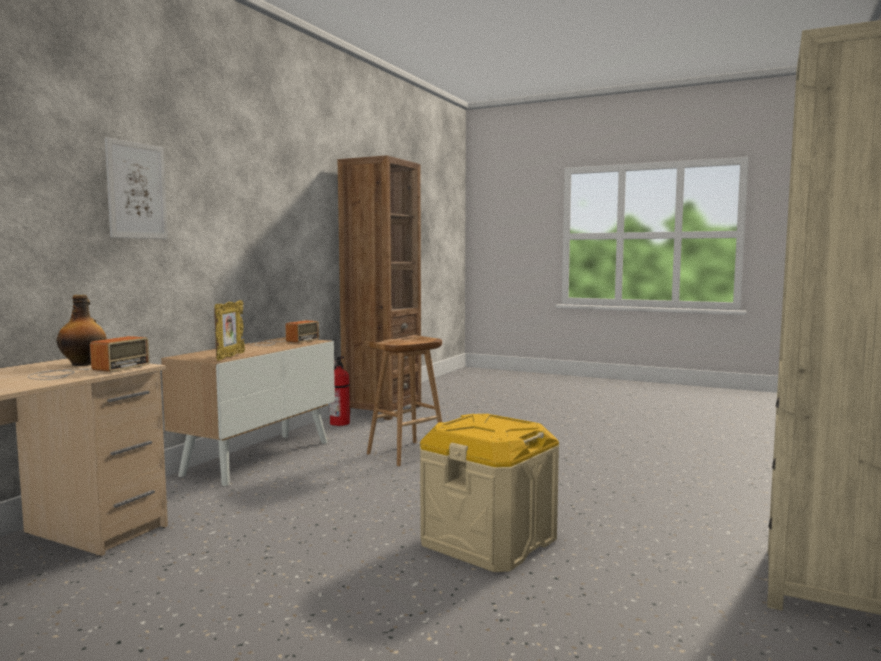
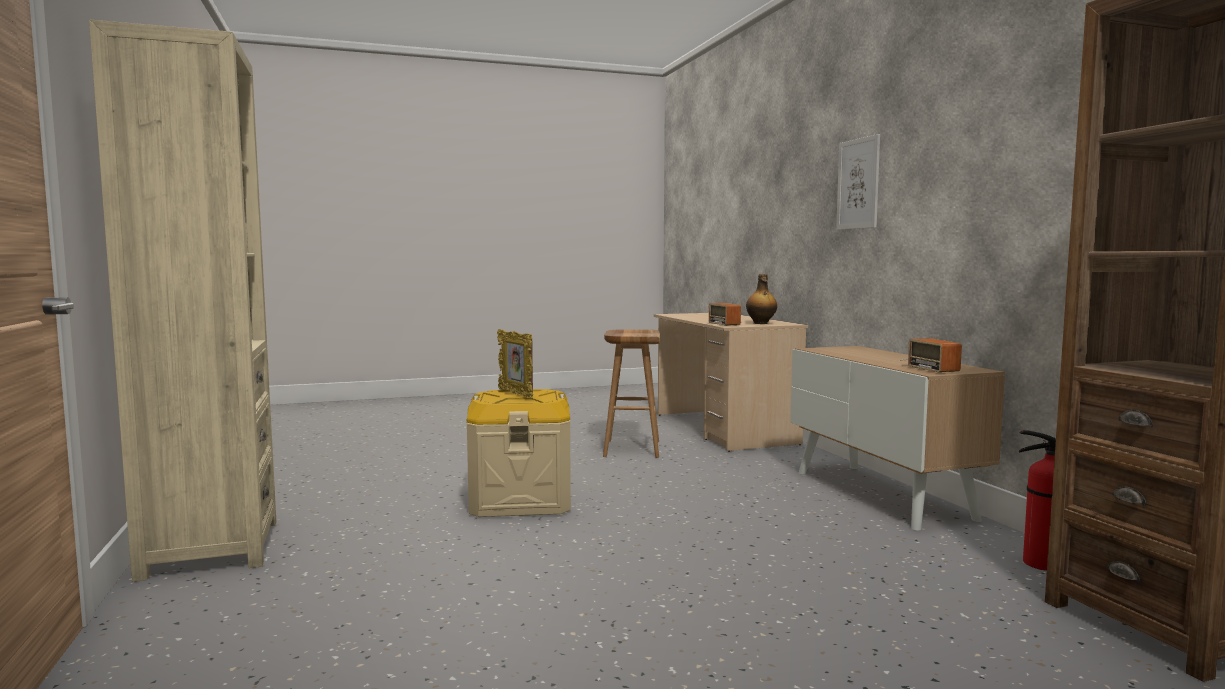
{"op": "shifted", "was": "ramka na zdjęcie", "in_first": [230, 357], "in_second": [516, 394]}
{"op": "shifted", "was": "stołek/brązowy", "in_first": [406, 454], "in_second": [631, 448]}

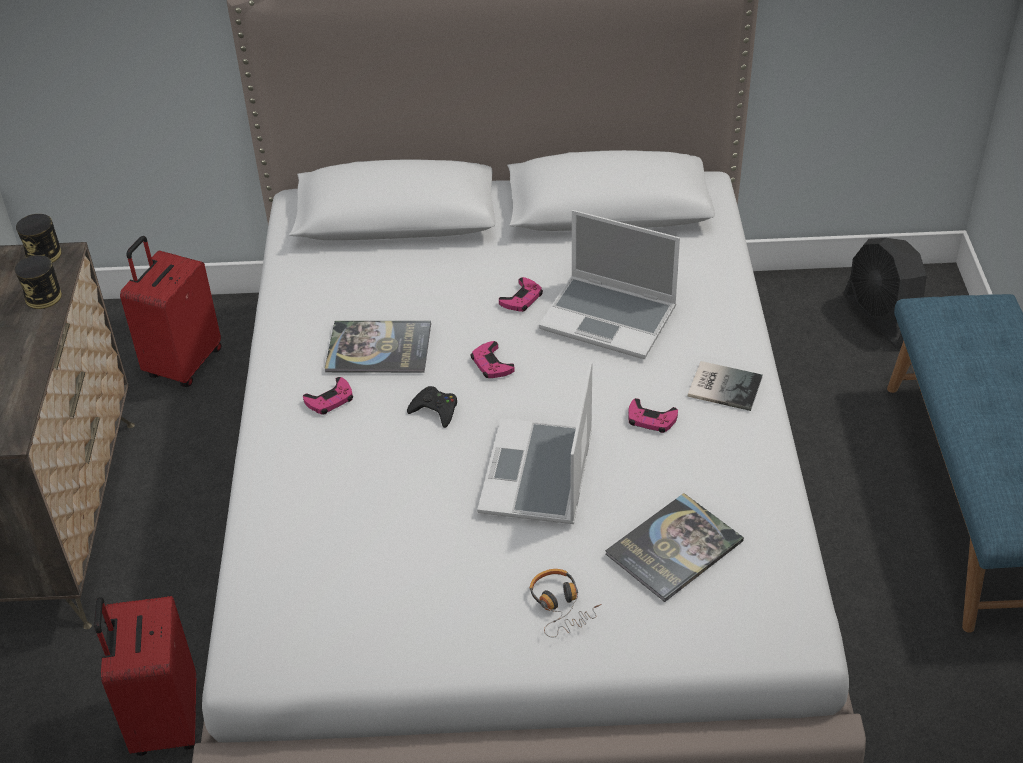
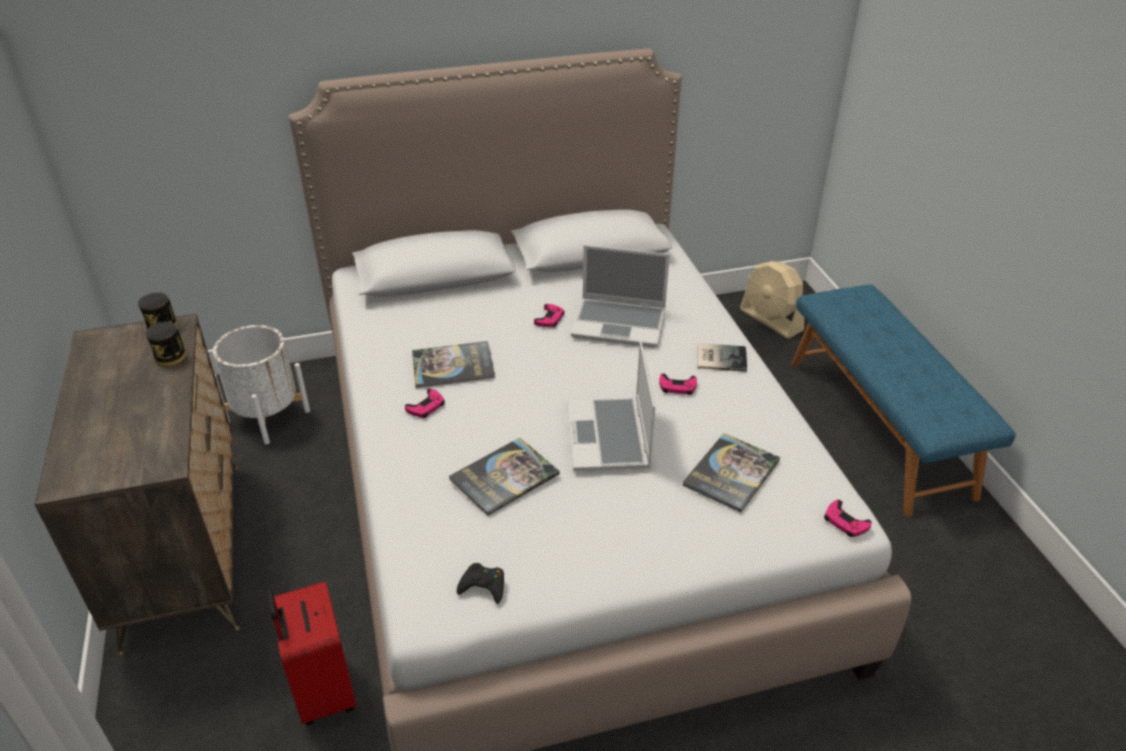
{"op": "swapped", "was": "walizka/czerwony", "now": "donica/biały", "in_first": [183, 363], "in_second": [267, 416]}
{"op": "shifted", "was": "pad do gier/czarny", "in_first": [435, 410], "in_second": [483, 586]}
{"op": "shifted", "was": "pad do gier/różowy", "in_first": [491, 364], "in_second": [845, 522]}
{"op": "gone", "was": "słuchawki", "in_first": [561, 606]}
{"op": "repainted", "was": "wentylator/czarny", "now": "wentylator/beżowy", "in_first": [882, 318], "in_second": [771, 320]}
{"op": "new", "now": "książka", "in_second": [504, 477]}

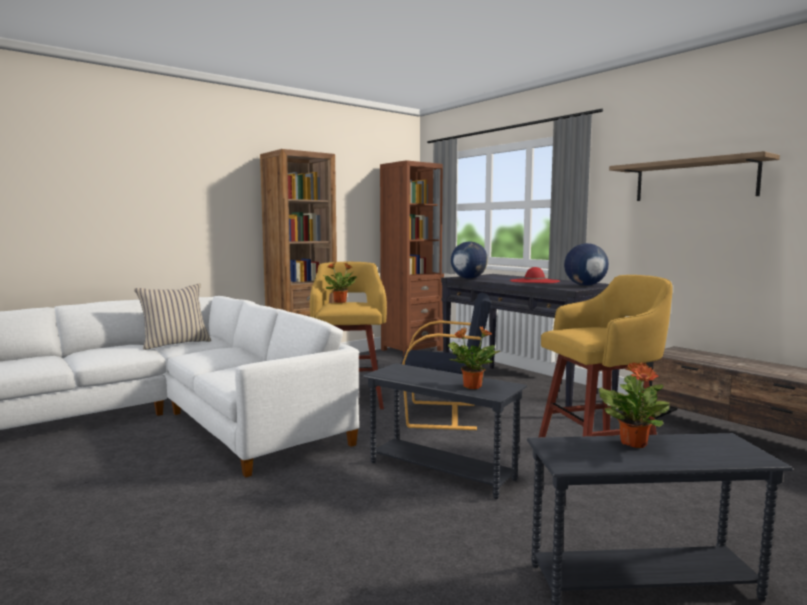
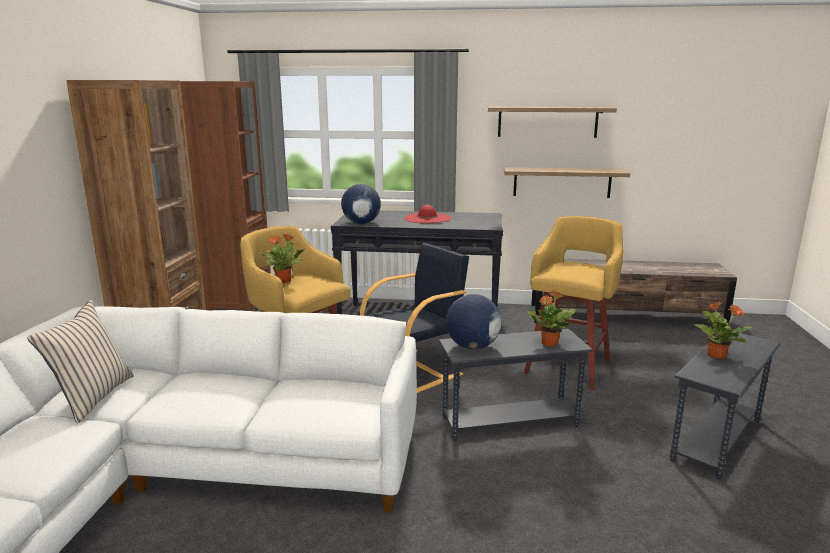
{"op": "shifted", "was": "globus", "in_first": [585, 285], "in_second": [472, 347]}
{"op": "new", "now": "półka", "in_second": [562, 182]}

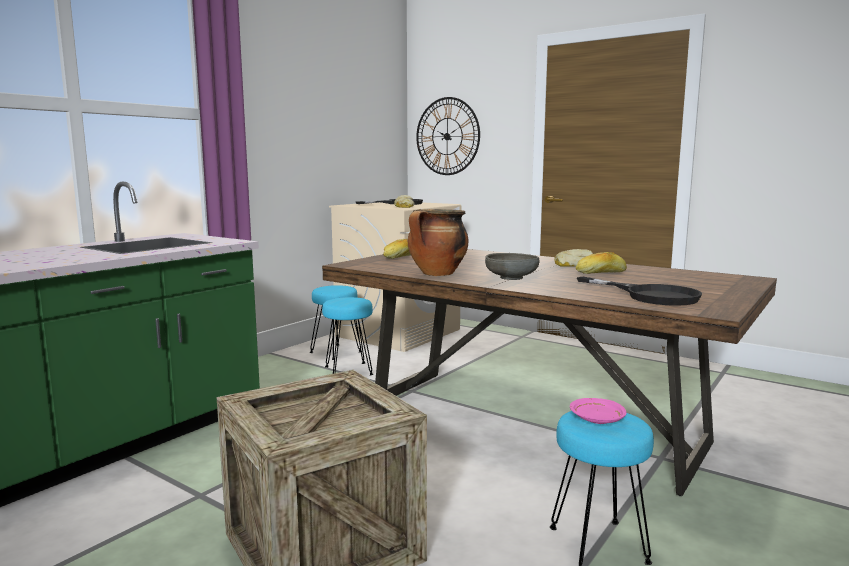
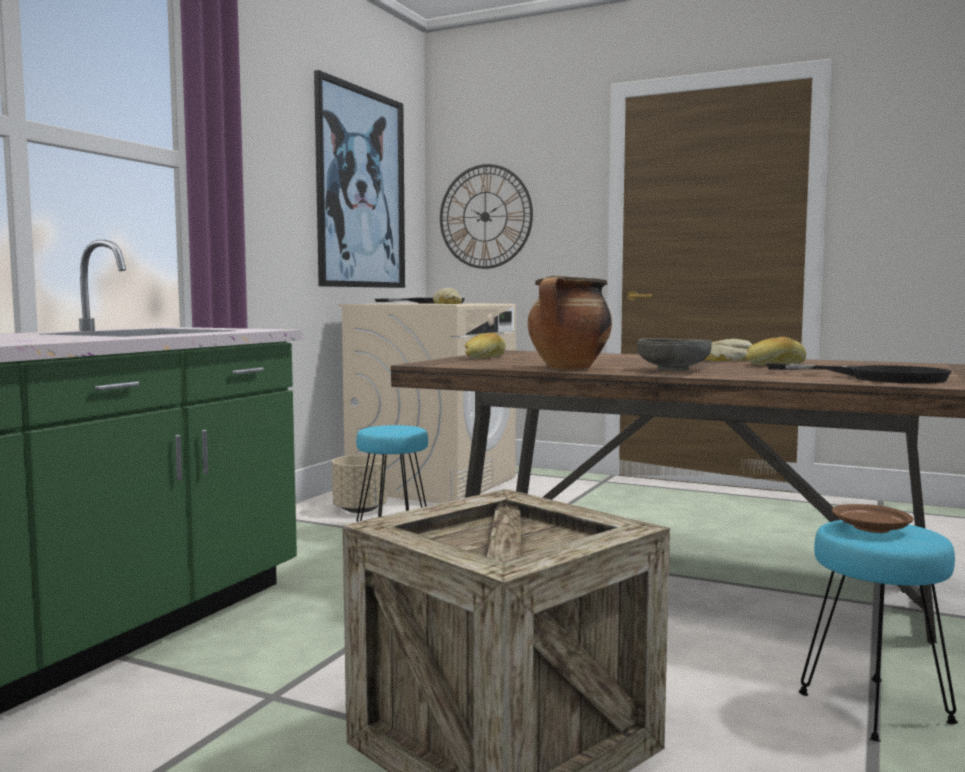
{"op": "swapped", "was": "stołek/turkusowy", "now": "donica/beżowy", "in_first": [336, 352], "in_second": [360, 510]}
{"op": "repainted", "was": "talerz/różowy", "now": "talerz/brązowy", "in_first": [597, 419], "in_second": [871, 529]}
{"op": "new", "now": "obraz", "in_second": [361, 189]}

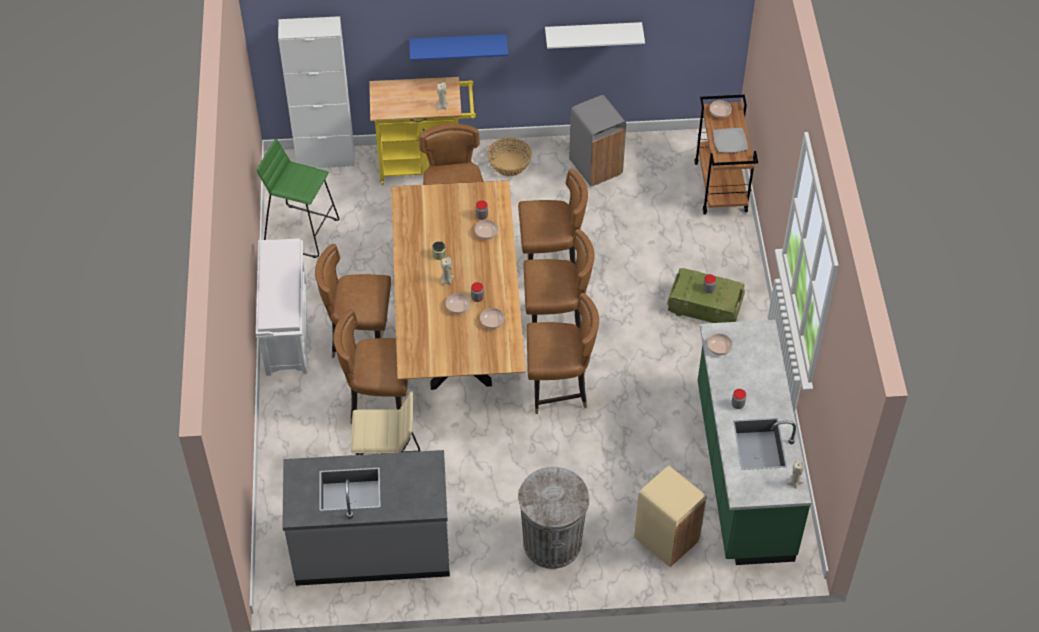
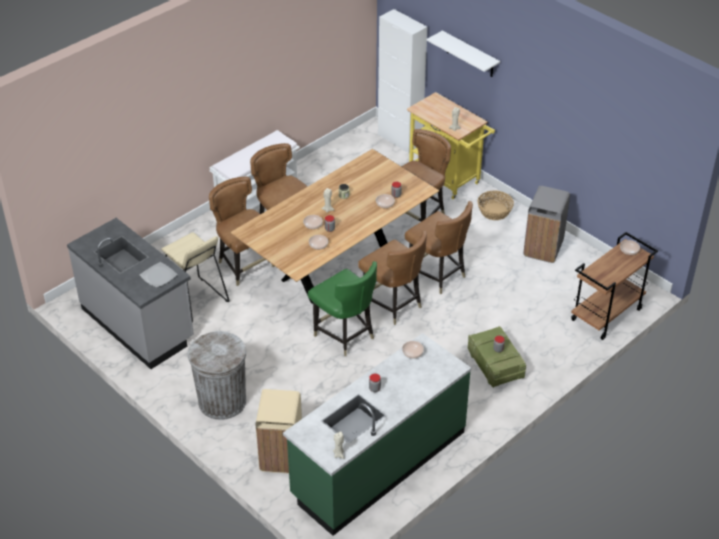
{"op": "gone", "was": "stołek/zielony", "in_first": [302, 231]}
{"op": "gone", "was": "półka/niebieski", "in_first": [458, 46]}
{"op": "repainted", "was": "krzesło/brązowy", "now": "krzesło/zielony", "in_first": [559, 389], "in_second": [345, 335]}
{"op": "shifted", "was": "półka/biały", "in_first": [593, 34], "in_second": [470, 55]}
{"op": "shifted", "was": "talerz", "in_first": [730, 141], "in_second": [159, 276]}

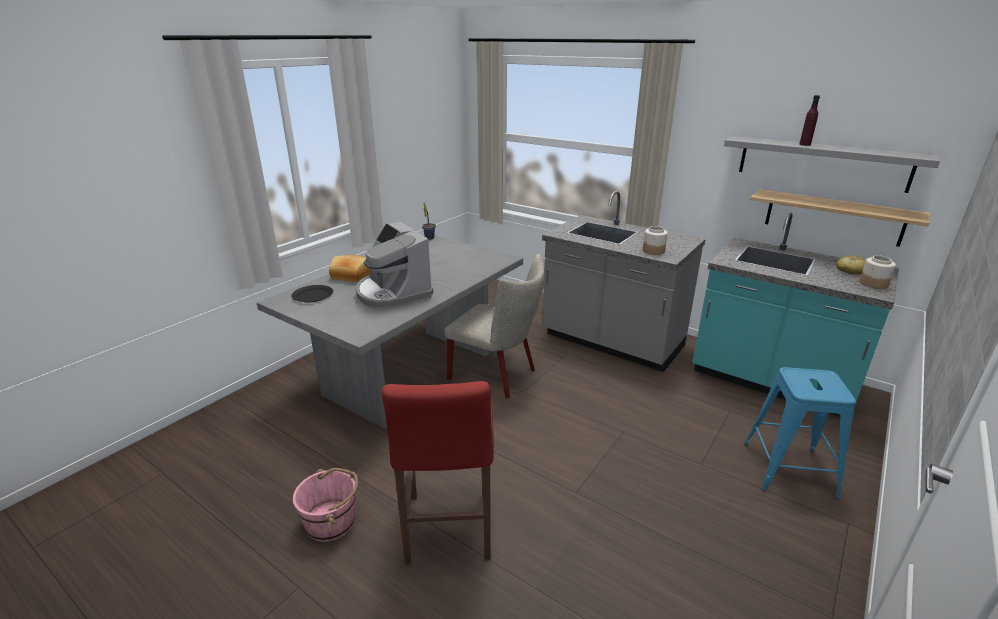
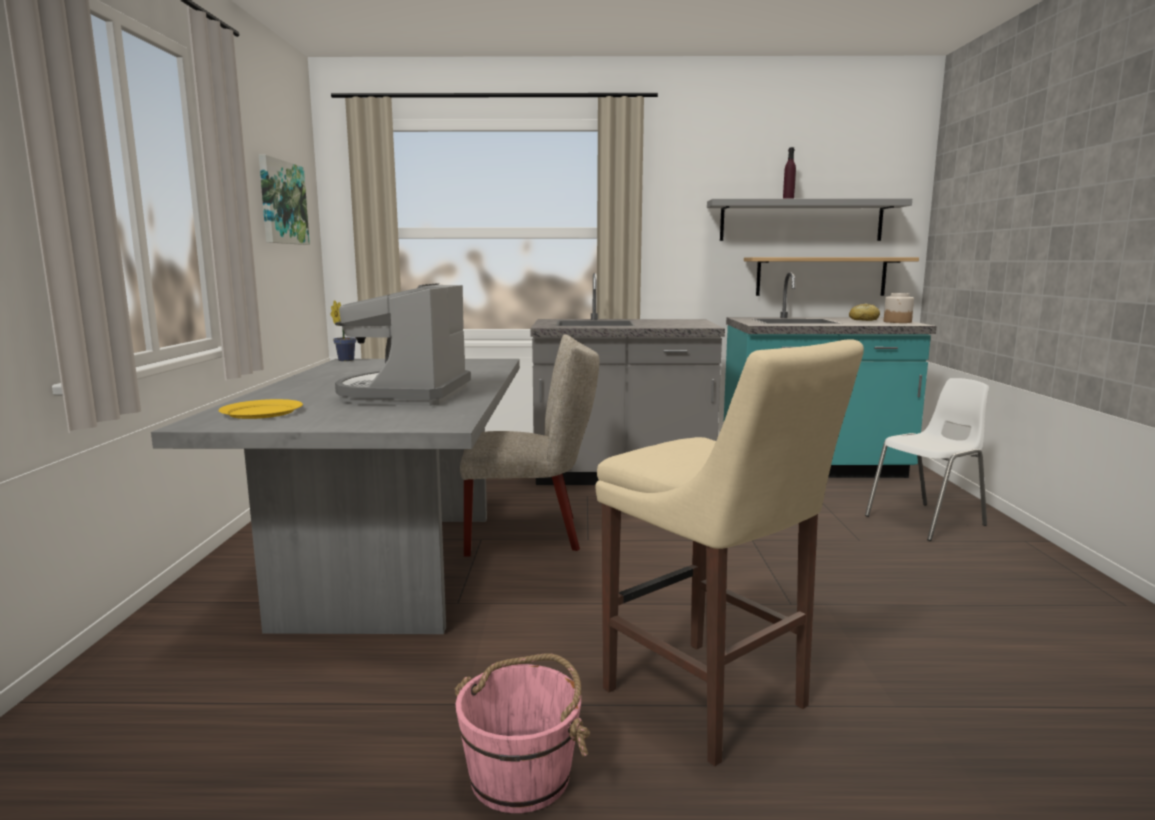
{"op": "repainted", "was": "talerz/czarny", "now": "talerz/żółty", "in_first": [313, 295], "in_second": [262, 412]}
{"op": "gone", "was": "chleb", "in_first": [351, 276]}
{"op": "rotated", "was": "ekspres do kawy", "in_first": [393, 293], "in_second": [405, 394], "clockwise": 75}
{"op": "repainted", "was": "stołek/czerwony", "now": "stołek/beżowy", "in_first": [447, 531], "in_second": [711, 702]}
{"op": "gone", "was": "słoik", "in_first": [653, 251]}
{"op": "swapped", "was": "stołek/niebieski", "now": "krzesło/biały", "in_first": [788, 469], "in_second": [927, 521]}
{"op": "new", "now": "obraz", "in_second": [281, 202]}

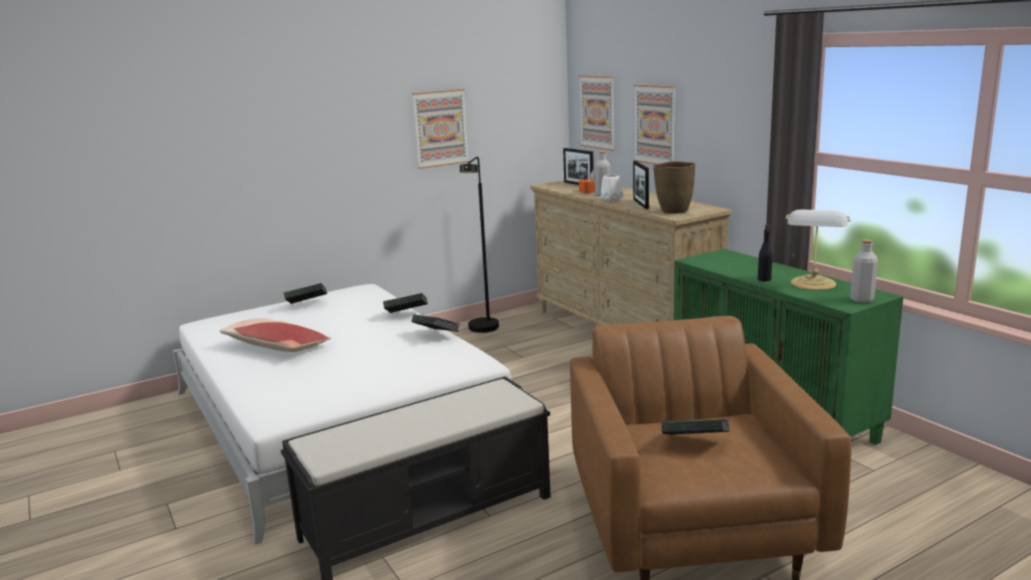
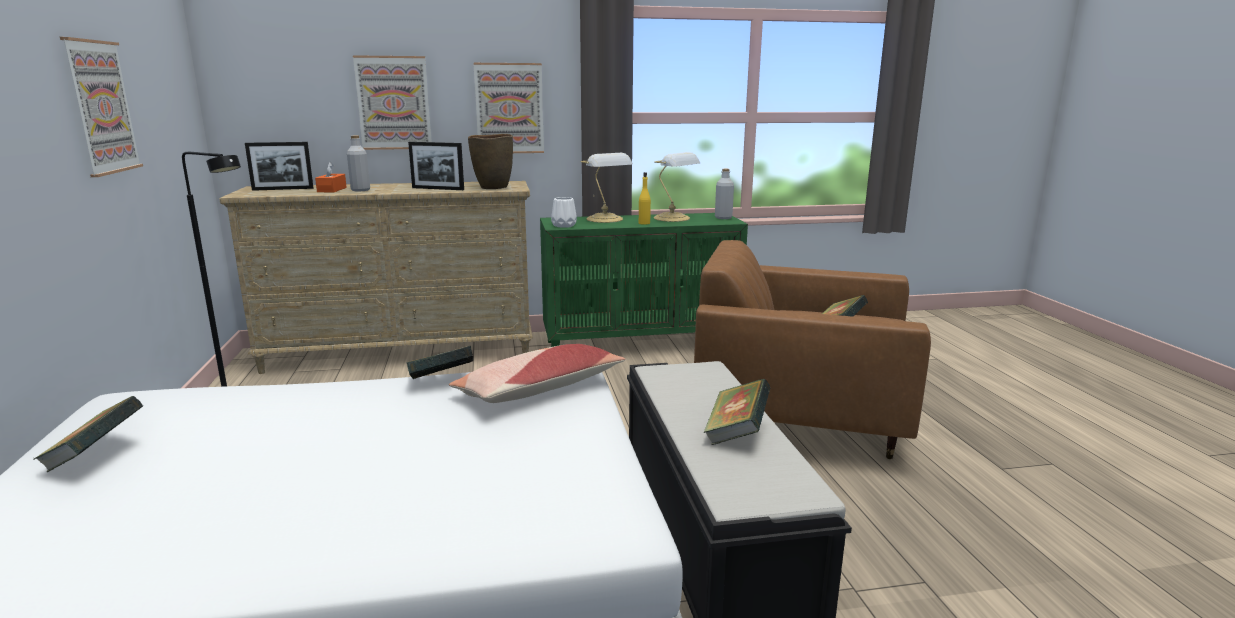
{"op": "shifted", "was": "poduszka", "in_first": [275, 346], "in_second": [539, 389]}
{"op": "shifted", "was": "książka", "in_first": [406, 315], "in_second": [736, 433]}
{"op": "shifted", "was": "obraz", "in_first": [598, 112], "in_second": [509, 108]}
{"op": "shifted", "was": "wazon/biały", "in_first": [611, 199], "in_second": [564, 225]}
{"op": "repainted", "was": "butelka/czarny", "now": "butelka/żółty", "in_first": [764, 279], "in_second": [644, 223]}
{"op": "new", "now": "lampa stołowa", "in_second": [606, 219]}

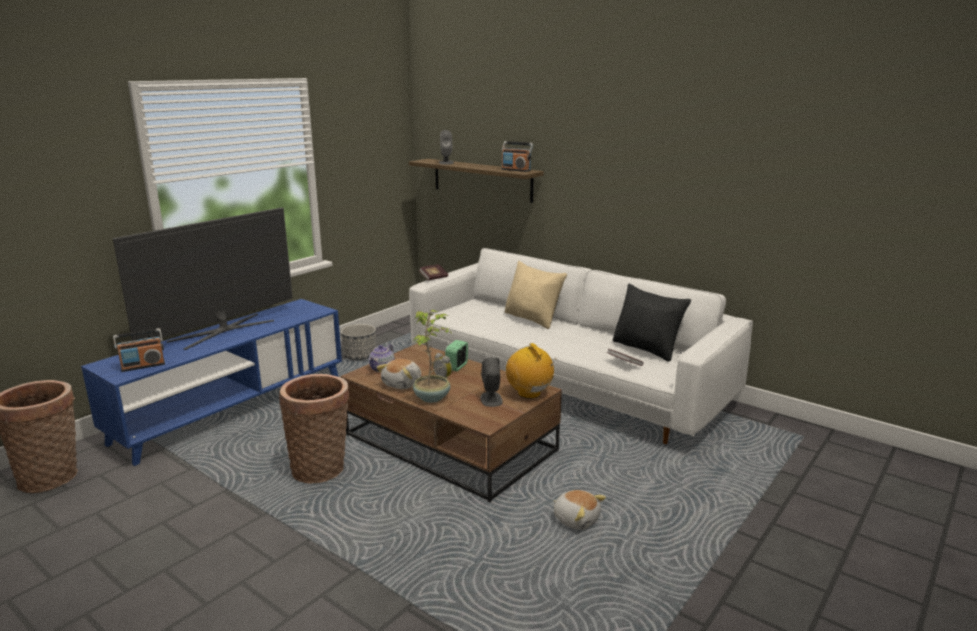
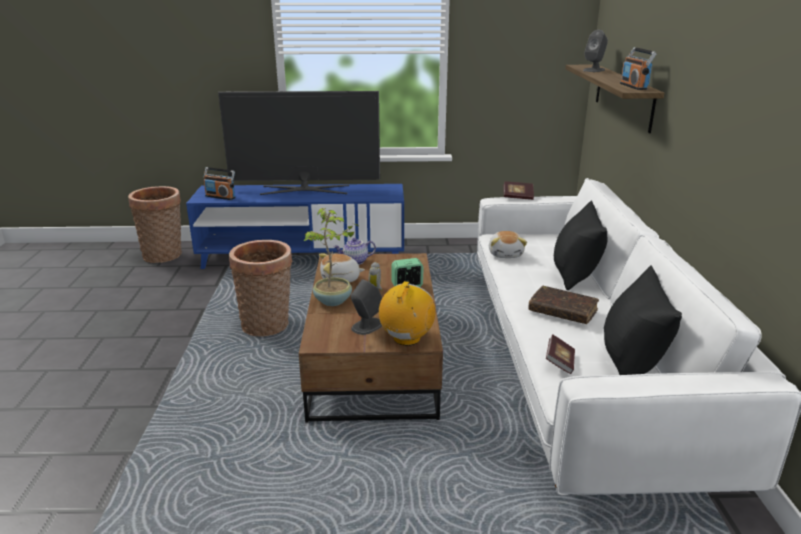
{"op": "gone", "was": "donica", "in_first": [360, 356]}
{"op": "repainted", "was": "poduszka/beżowy", "now": "poduszka/czarny", "in_first": [533, 319], "in_second": [575, 274]}
{"op": "shifted", "was": "pluszak", "in_first": [576, 519], "in_second": [506, 254]}
{"op": "new", "now": "książka/brązowy", "in_second": [562, 311]}

